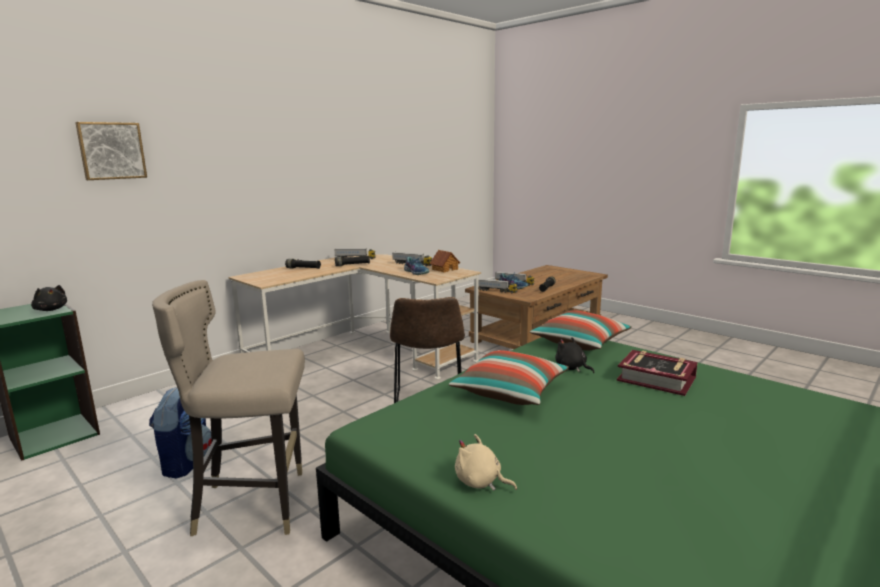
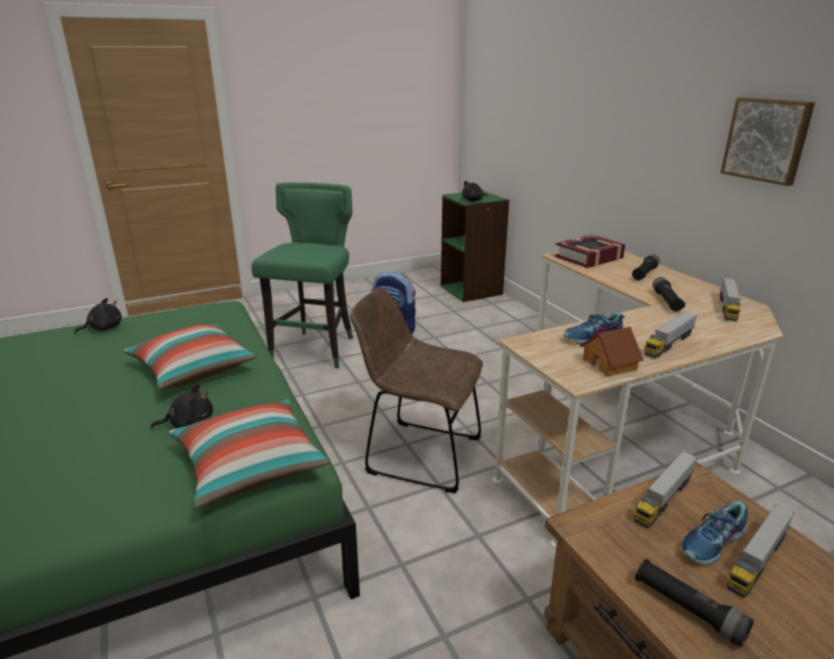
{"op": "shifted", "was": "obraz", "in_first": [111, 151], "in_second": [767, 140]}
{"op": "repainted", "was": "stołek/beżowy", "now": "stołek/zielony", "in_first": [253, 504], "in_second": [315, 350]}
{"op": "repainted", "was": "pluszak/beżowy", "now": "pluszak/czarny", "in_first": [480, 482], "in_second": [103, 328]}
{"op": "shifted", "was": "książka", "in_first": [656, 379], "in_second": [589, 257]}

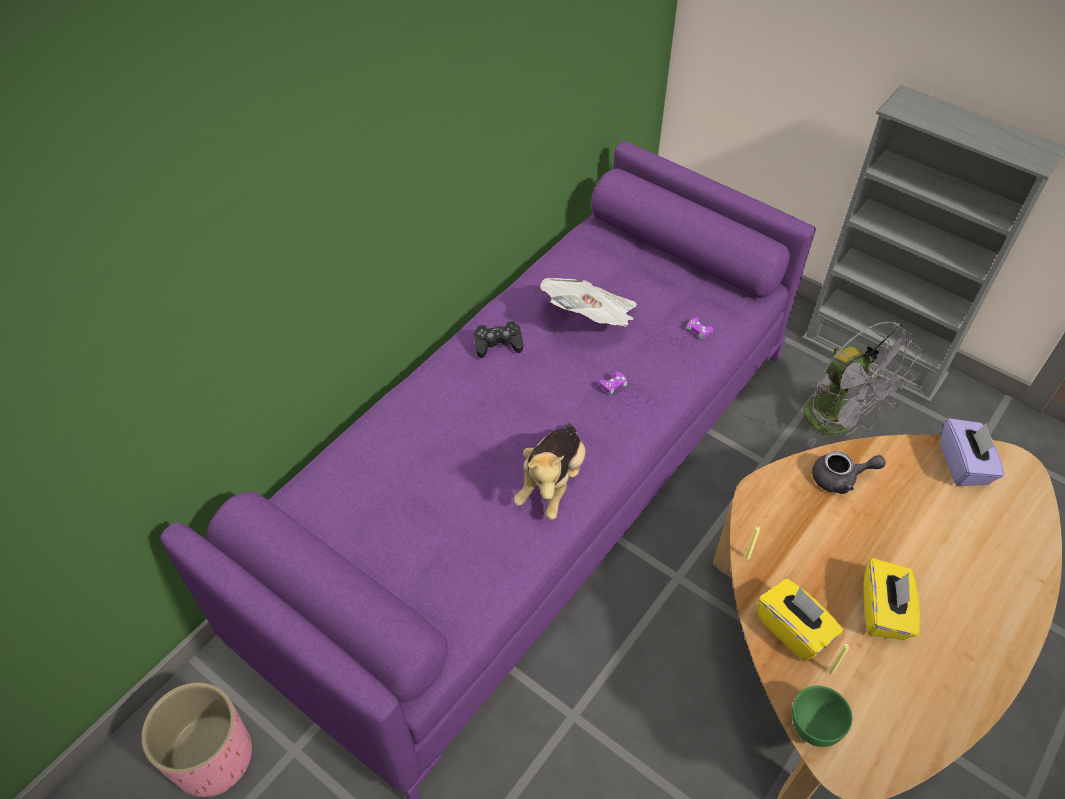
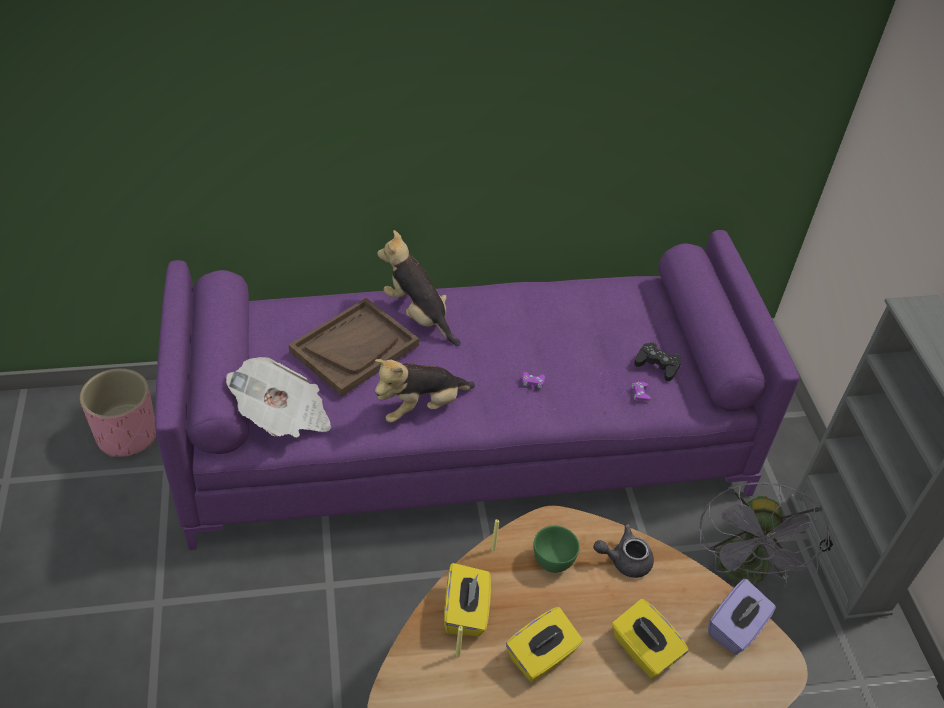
{"op": "shifted", "was": "pad do gier/czarny", "in_first": [498, 343], "in_second": [657, 365]}
{"op": "shifted", "was": "gazeta", "in_first": [591, 319], "in_second": [283, 416]}
{"op": "shifted", "was": "miska/zielony", "in_first": [813, 727], "in_second": [552, 562]}
{"op": "rotated", "was": "imbryk/szary", "in_first": [840, 478], "in_second": [624, 560], "clockwise": 135}
{"op": "new", "now": "taca/brązowy", "in_second": [354, 348]}
{"op": "new", "now": "pluszak", "in_second": [418, 315]}
{"op": "new", "now": "pudełko chusteczek/żółty", "in_second": [643, 651]}

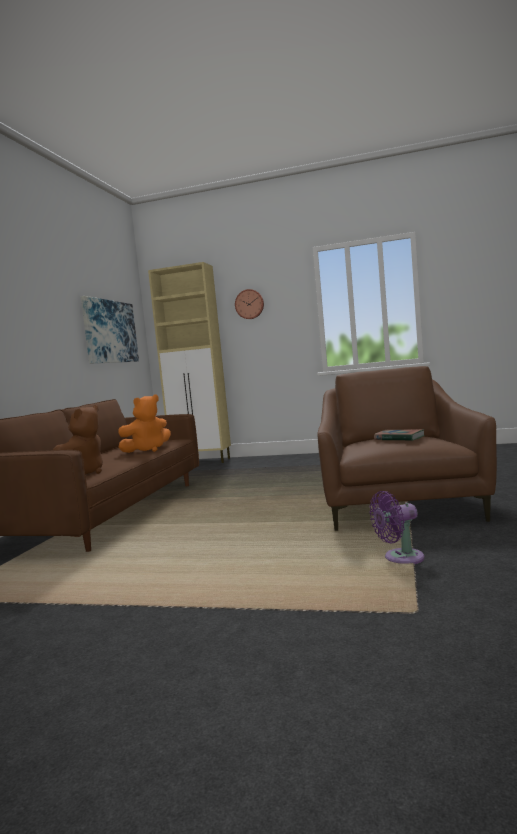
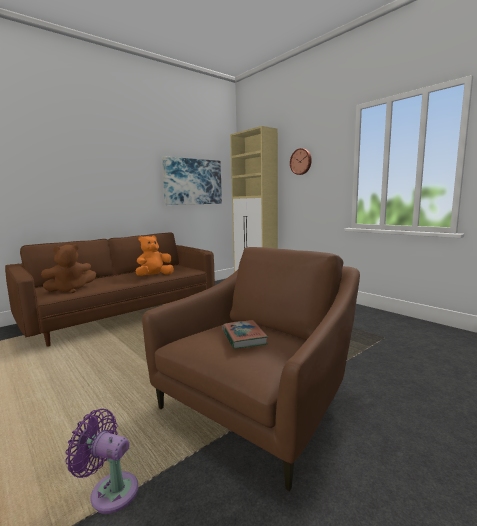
{"op": "rotated", "was": "pluszak/pomarańczowy", "in_first": [147, 450], "in_second": [154, 276], "clockwise": 135}

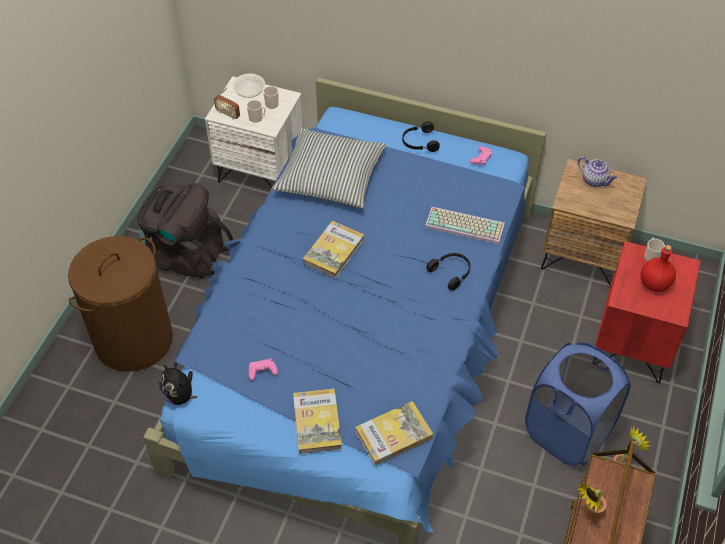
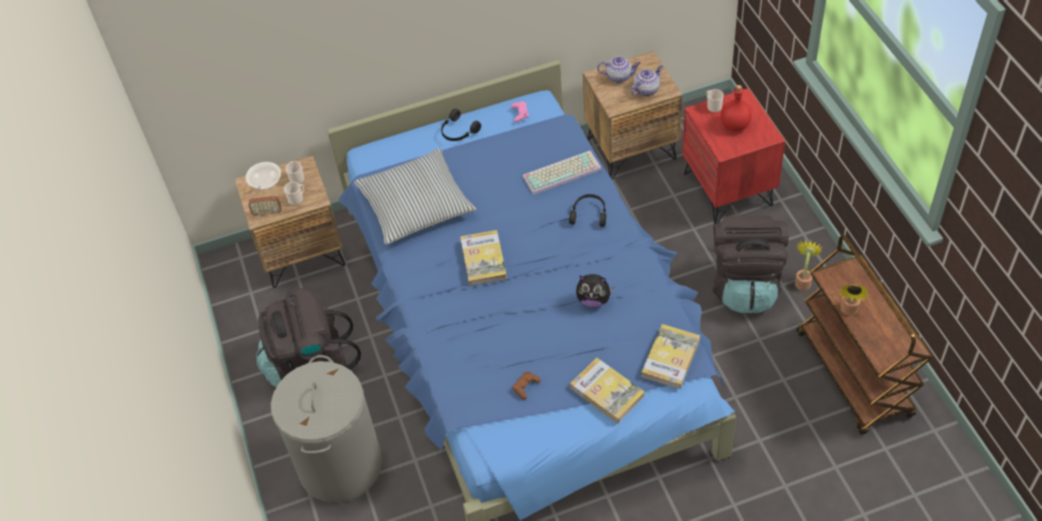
{"op": "repainted", "was": "kosz na pranie/brązowy", "now": "kosz na pranie/szary", "in_first": [133, 339], "in_second": [340, 465]}
{"op": "shifted", "was": "pluszak", "in_first": [180, 395], "in_second": [593, 300]}
{"op": "repainted", "was": "szafka nocna/biały", "now": "szafka nocna/brązowy", "in_first": [261, 170], "in_second": [302, 253]}
{"op": "repainted", "was": "pad do gier/różowy", "now": "pad do gier/brązowy", "in_first": [262, 371], "in_second": [525, 386]}
{"op": "swapped", "was": "kosz na pranie/niebieski", "now": "plecak/czarny", "in_first": [567, 432], "in_second": [745, 285]}
{"op": "new", "now": "imbryk", "in_second": [646, 89]}

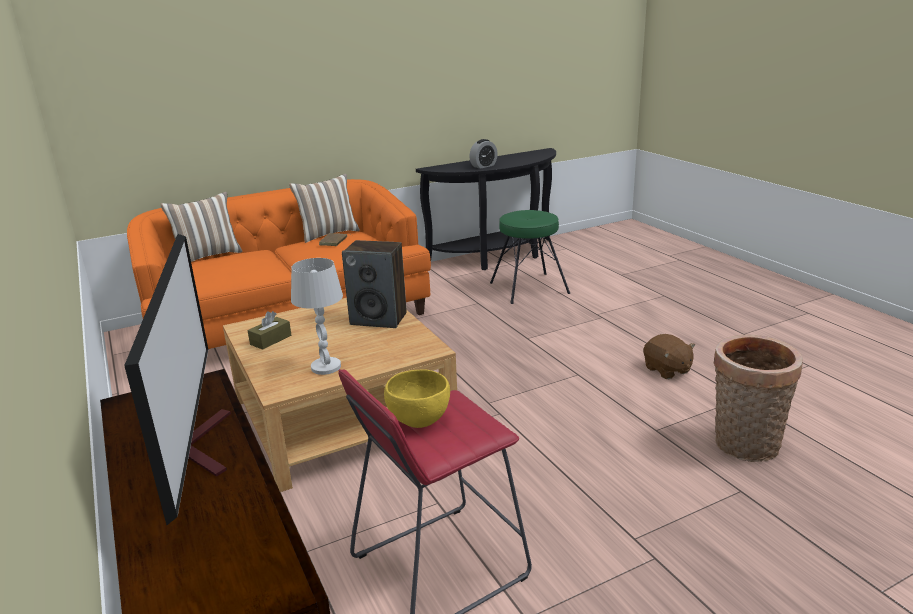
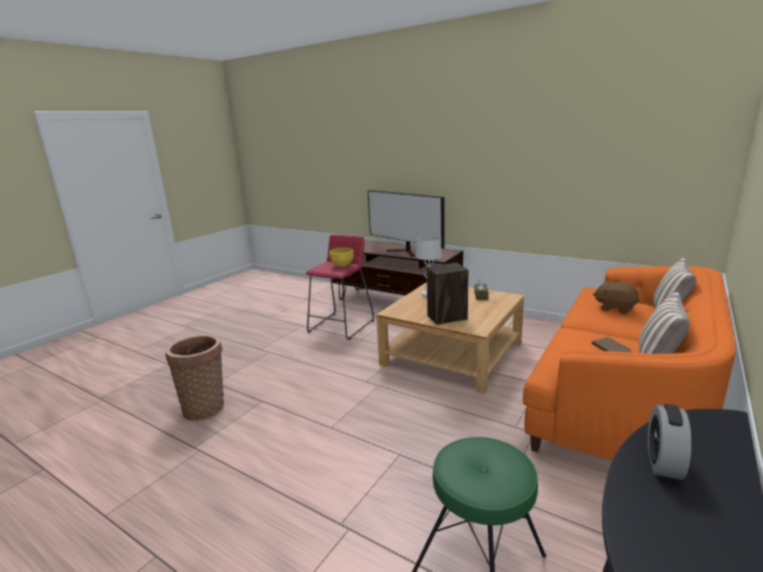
{"op": "shifted", "was": "pluszak/brązowy", "in_first": [667, 370], "in_second": [615, 308]}

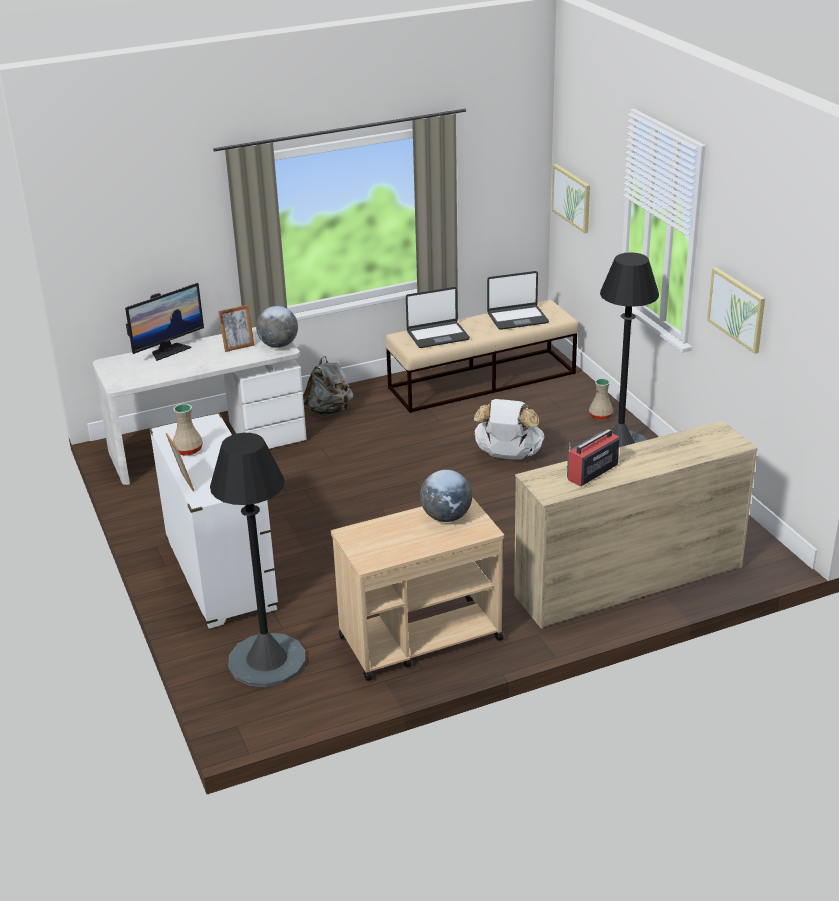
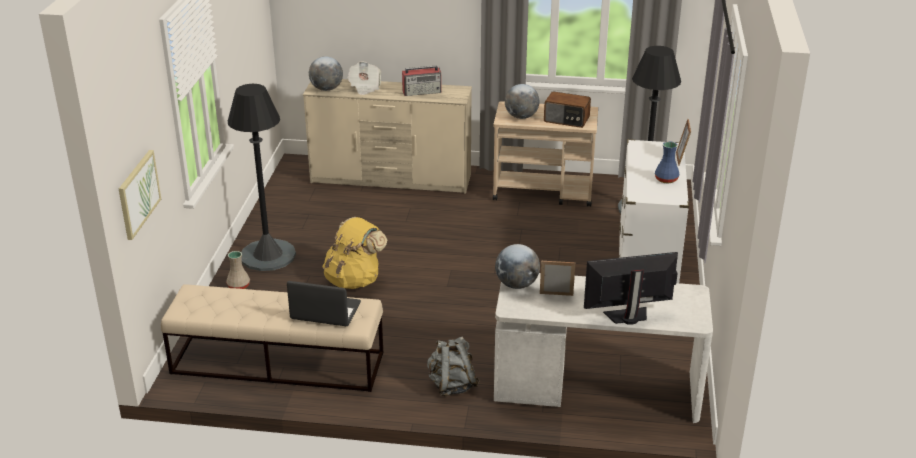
{"op": "repainted", "was": "wazon/beżowy", "now": "wazon/niebieski", "in_first": [189, 450], "in_second": [665, 179]}
{"op": "repainted", "was": "plecak/biały", "now": "plecak/żółty", "in_first": [508, 456], "in_second": [354, 280]}
{"op": "gone", "was": "laptop", "in_first": [517, 318]}
{"op": "gone", "was": "obraz", "in_first": [737, 309]}
{"op": "new", "now": "globus", "in_second": [326, 89]}
{"op": "new", "now": "gazeta", "in_second": [365, 87]}
{"op": "new", "now": "radio", "in_second": [566, 120]}

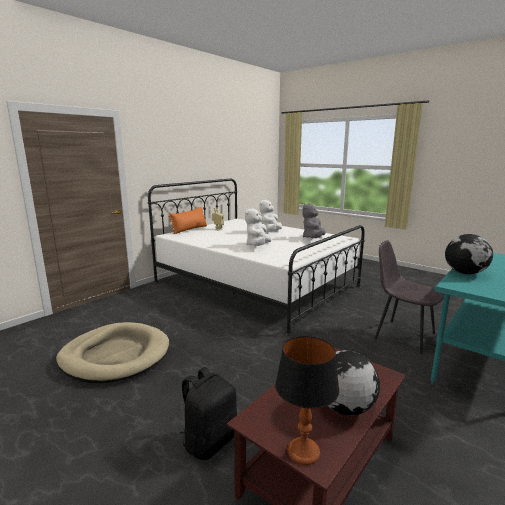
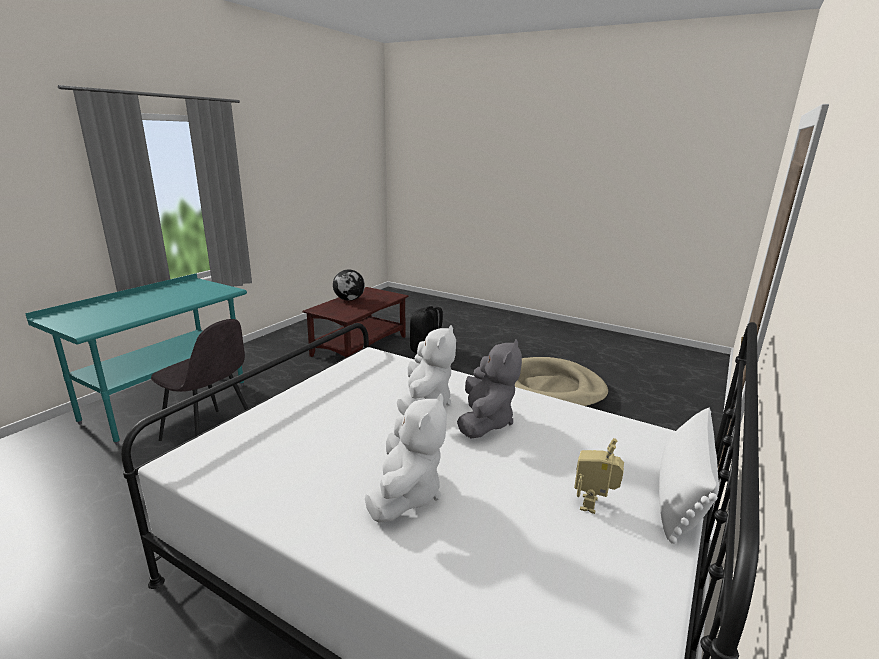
{"op": "repainted", "was": "poduszka/pomarańczowy", "now": "poduszka/biały", "in_first": [190, 229], "in_second": [681, 494]}
{"op": "gone", "was": "lampa stołowa", "in_first": [303, 451]}
{"op": "shifted", "was": "pluszak/szary", "in_first": [313, 238], "in_second": [485, 422]}
{"op": "gone", "was": "globus", "in_first": [465, 273]}

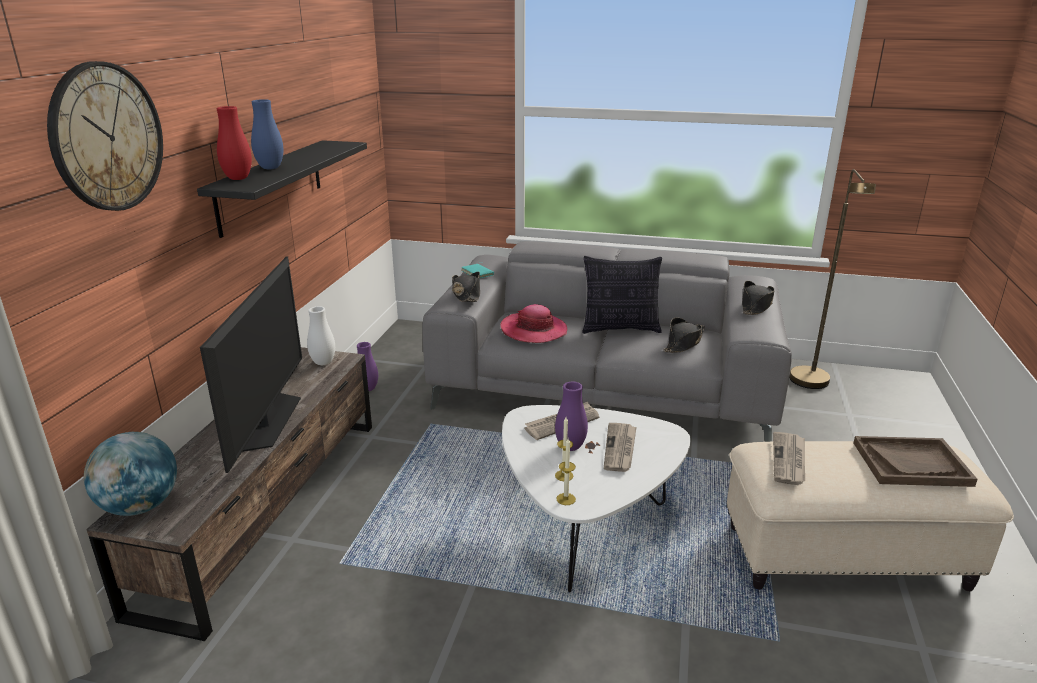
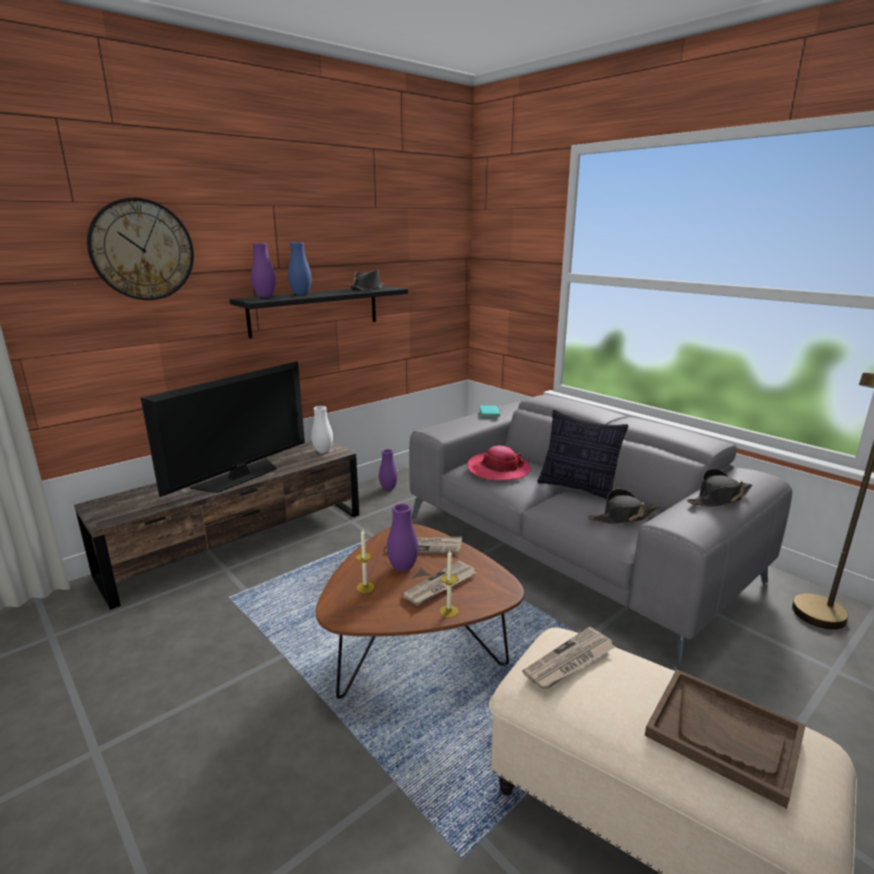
{"op": "gone", "was": "globus", "in_first": [140, 506]}
{"op": "repainted", "was": "wazon/czerwony", "now": "wazon/fioletowy", "in_first": [238, 178], "in_second": [265, 297]}
{"op": "shifted", "was": "kapelusz/czarny", "in_first": [466, 294], "in_second": [367, 289]}
{"op": "repainted", "was": "ława/biały", "now": "ława/brązowy", "in_first": [585, 526], "in_second": [417, 652]}
{"op": "shifted", "was": "świeca", "in_first": [566, 499], "in_second": [449, 611]}

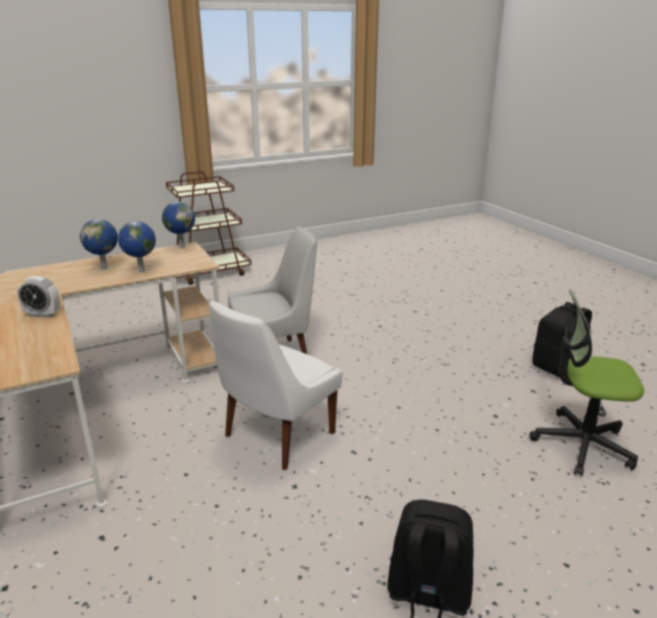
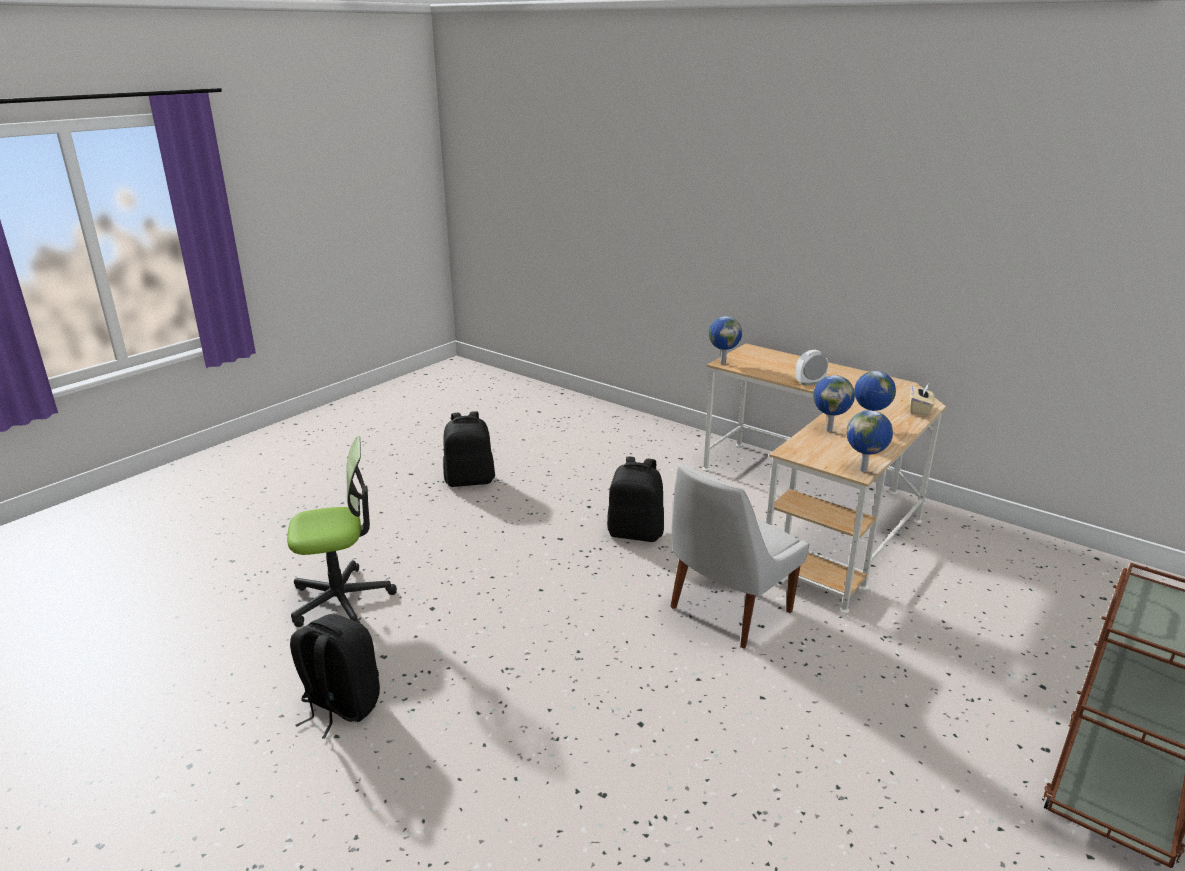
{"op": "swapped", "was": "krzesło/biały", "now": "plecak/czarny", "in_first": [276, 436], "in_second": [636, 533]}
{"op": "new", "now": "globus", "in_second": [723, 363]}
{"op": "new", "now": "pudełko chusteczek/beżowy", "in_second": [919, 410]}

